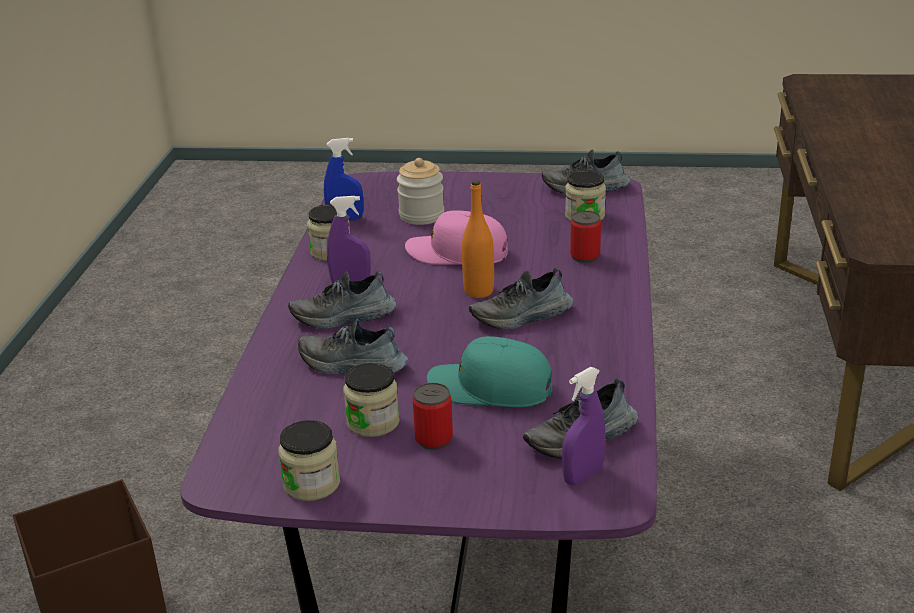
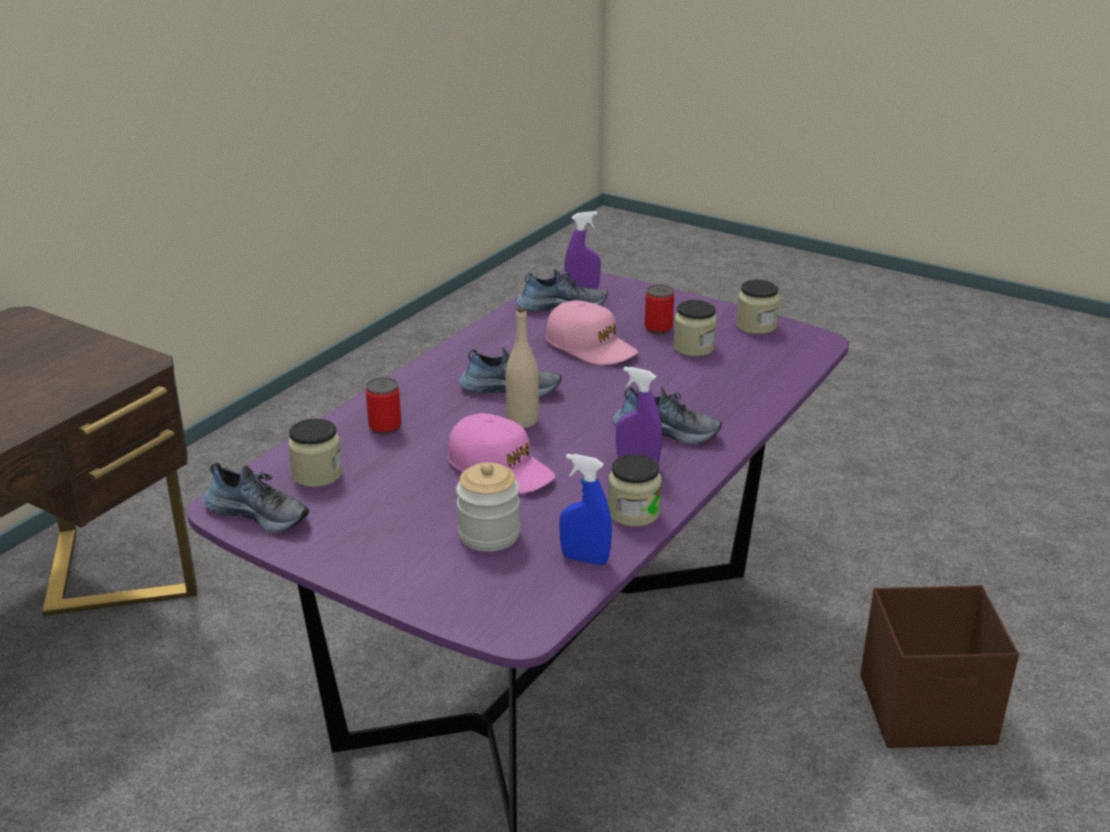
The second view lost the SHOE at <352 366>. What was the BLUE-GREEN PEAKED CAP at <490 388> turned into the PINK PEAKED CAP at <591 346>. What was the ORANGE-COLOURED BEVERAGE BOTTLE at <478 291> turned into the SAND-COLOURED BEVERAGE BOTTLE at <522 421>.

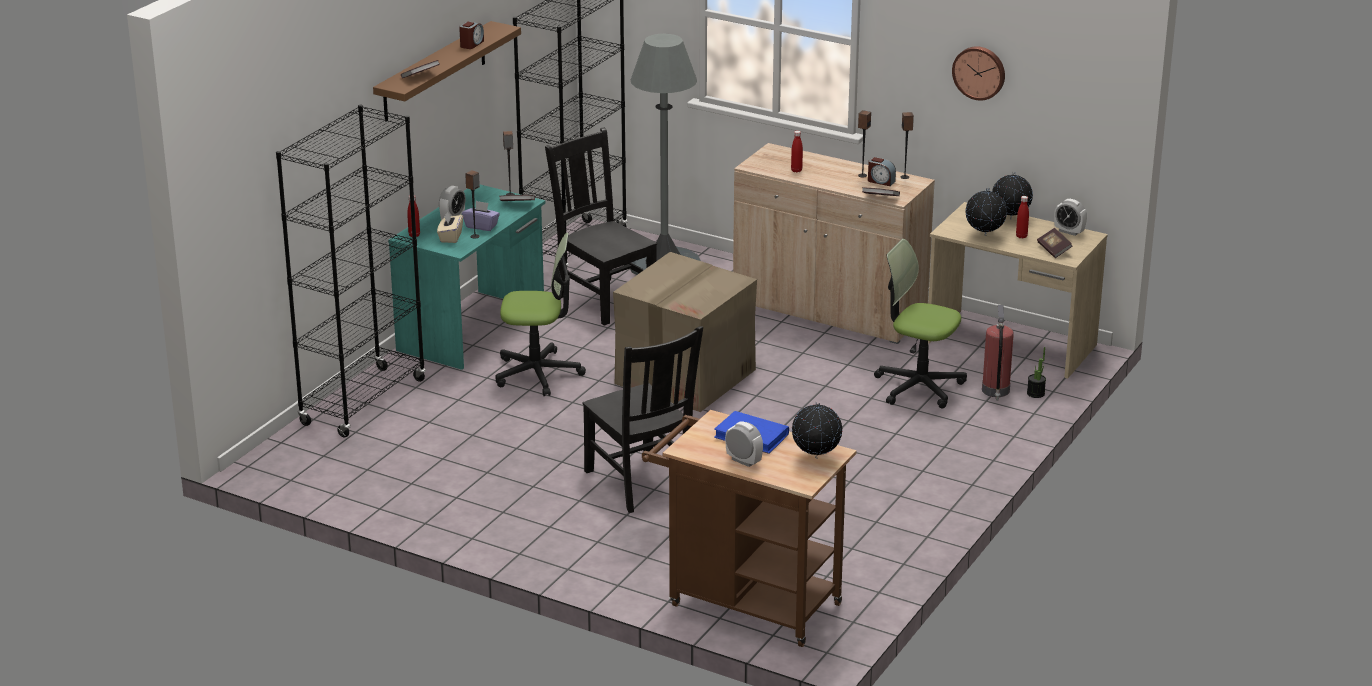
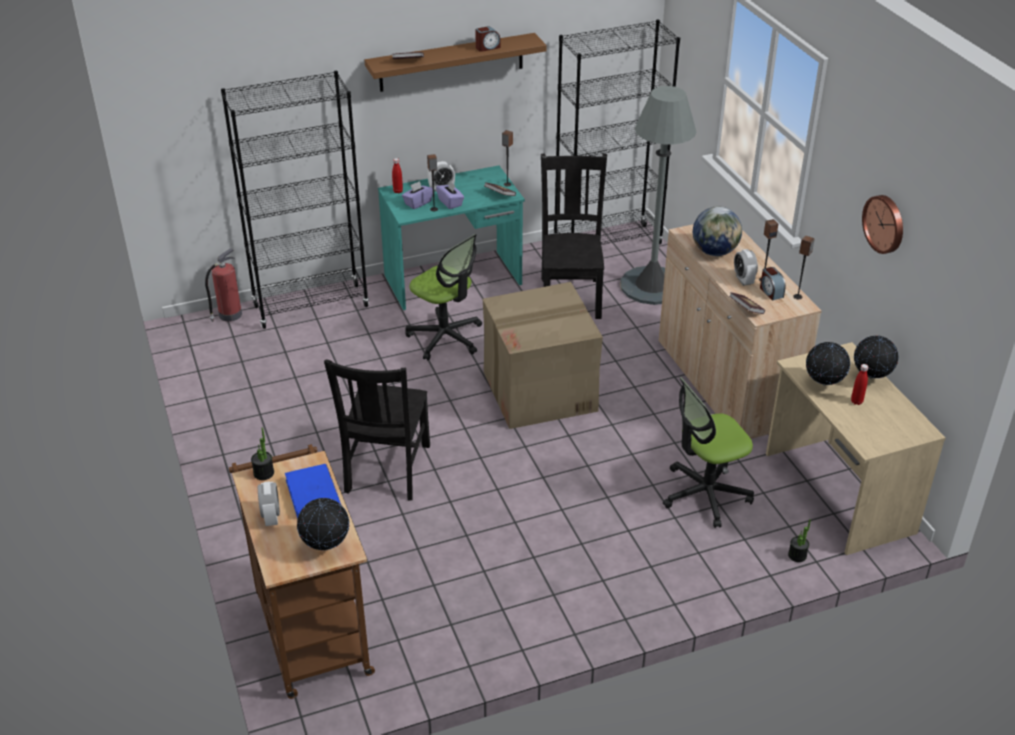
What was the SAND-COLOURED TISSUE BOX at <450 237> turned into the PURPLE TISSUE BOX at <417 203>. Where the RED-COLOURED BEVERAGE BOTTLE stood at <796 170>, the GLOBE came to stand at <715 252>. The DESK CHAIR at <918 386> ended up facing another way, 90 degrees counterclockwise from before. The FIRE-FIGHTING CYLINDER ended up elsewhere, having gone from <995 391> to <229 315>. The second view lost the VOLUME at <1054 250>. The TABLE CLOCK ended up elsewhere, having gone from <1069 231> to <743 280>. The second view gained the POTTED PLANT at <264 473>.

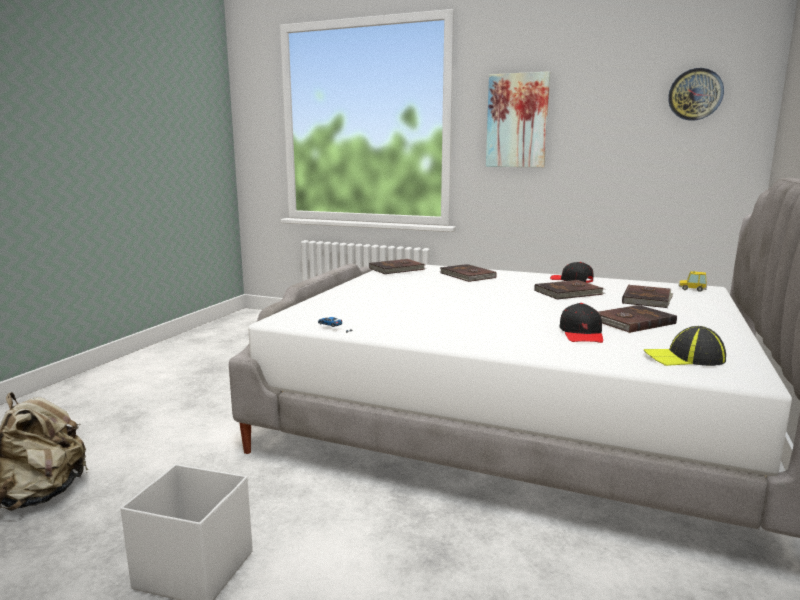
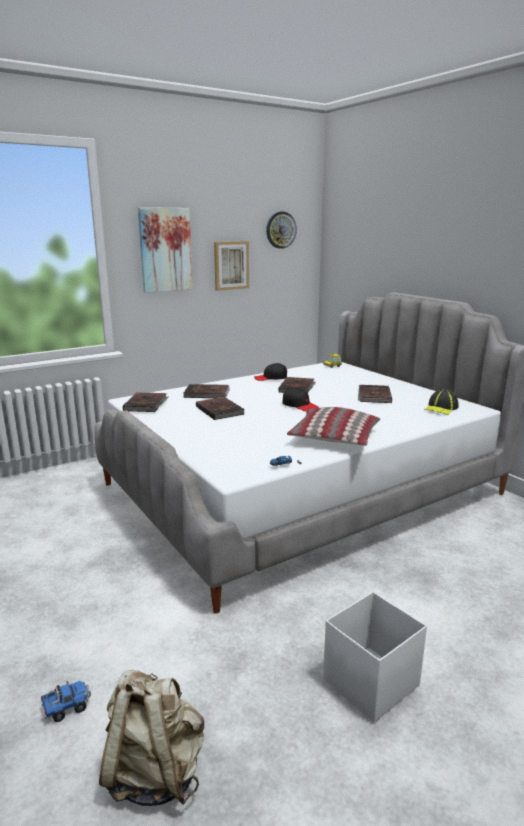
The BLACK PEAKED CAP ended up elsewhere, having gone from <581 334> to <300 405>. The BROWN-COLOURED VOLUME ended up elsewhere, having gone from <647 299> to <220 410>. The second view gained the TOY LORRY at <66 708>. The second view gained the WALL PICTURE at <231 265>. The second view gained the CUSHION at <334 438>.

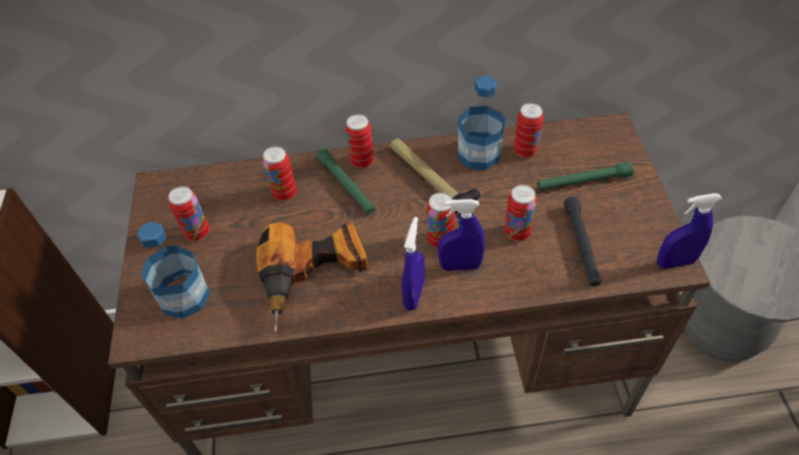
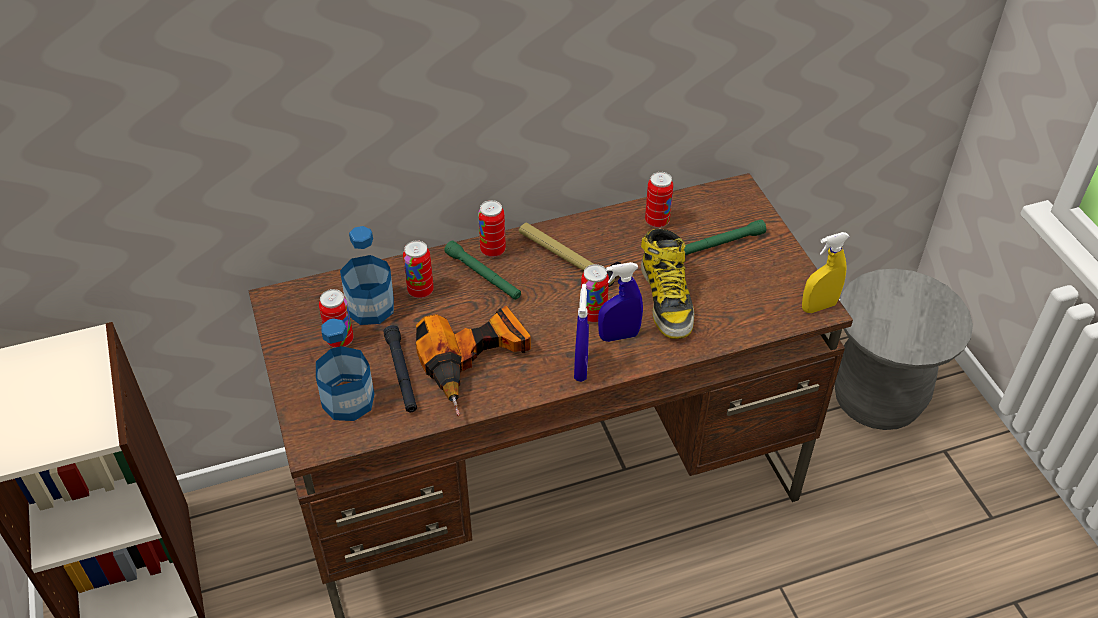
The BEVERAGE BOTTLE ended up elsewhere, having gone from <479 154> to <370 307>. Where the SEALED CAN stood at <517 232>, the TALL BOOT came to stand at <666 299>. The BLACK TORCH ended up elsewhere, having gone from <581 245> to <401 374>. What was the BLUE HAND SPRAYER at <675 262> turned into the YELLOW HAND SPRAYER at <818 306>.

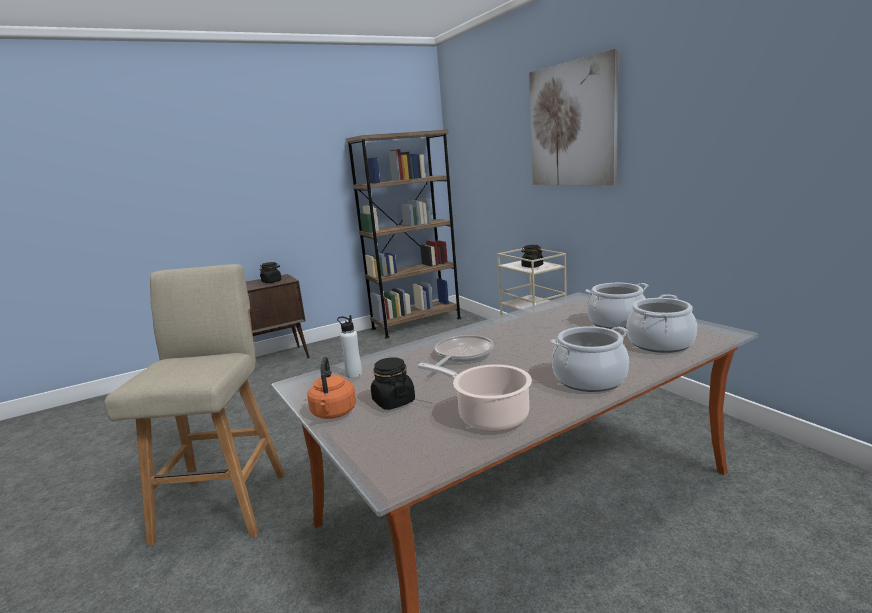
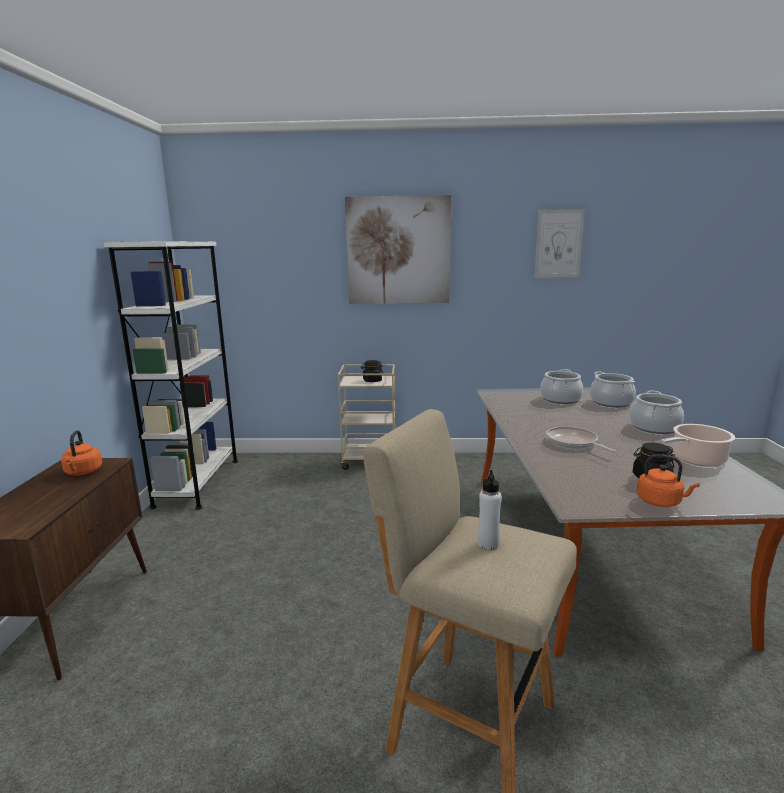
Where the BLACK JAR stood at <272 281>, the ORANGE-COLOURED TEA KETTLE came to stand at <83 472>. The WHITE-COLOURED BEVERAGE BOTTLE ended up elsewhere, having gone from <354 374> to <488 543>. What was the BROWN-COLOURED BOOKSHELF at <416 323> turned into the WHITE-COLOURED BOOKSHELF at <198 482>. The second view gained the WALL PICTURE at <558 244>.

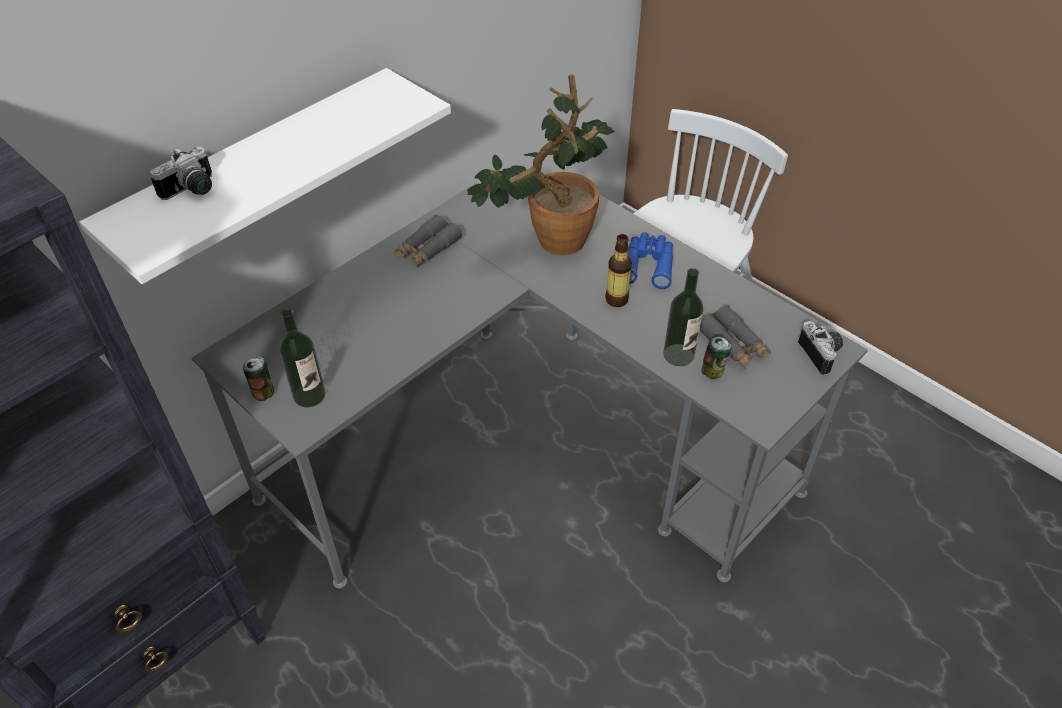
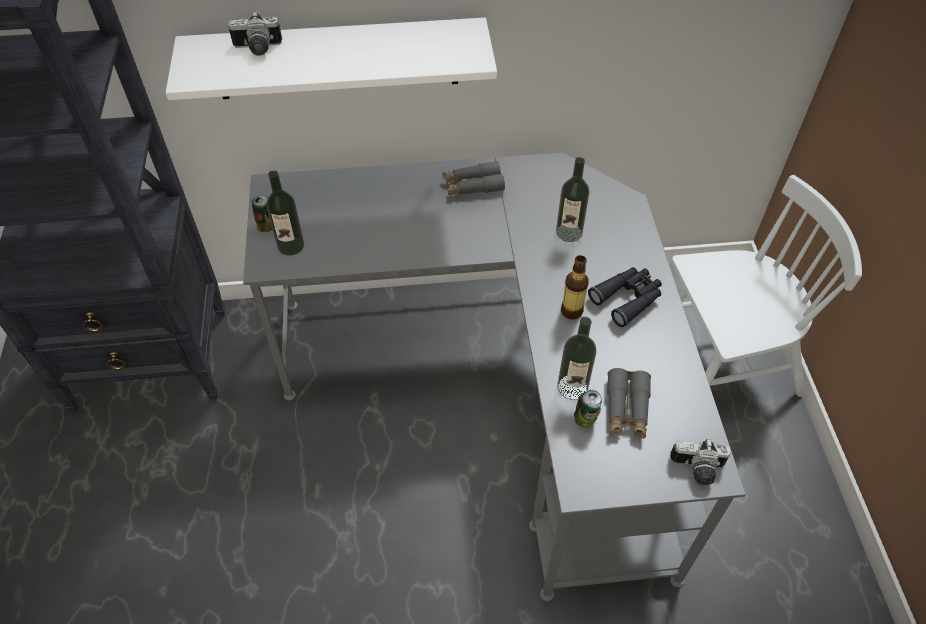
Where the POTTED PLANT stood at <549 242>, the BEVERAGE BOTTLE came to stand at <569 232>. What was the BLUE PAIR OF BINOCULARS at <647 265> turned into the BLACK PAIR OF BINOCULARS at <627 298>. The STILL CAMERA at <822 354> ended up facing another way, 75 degrees clockwise from before.

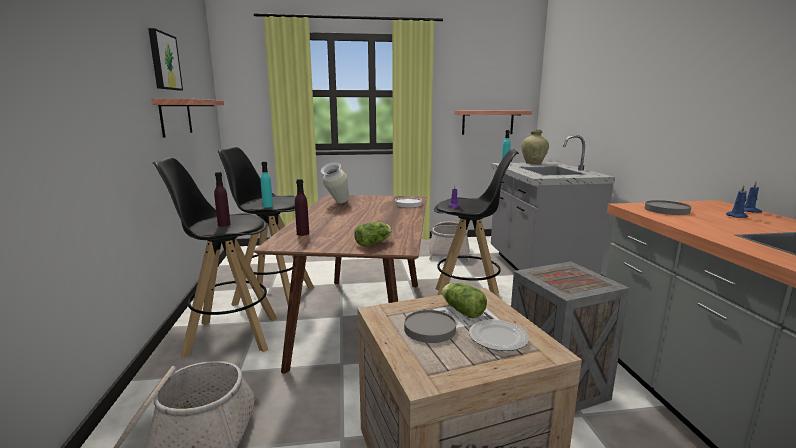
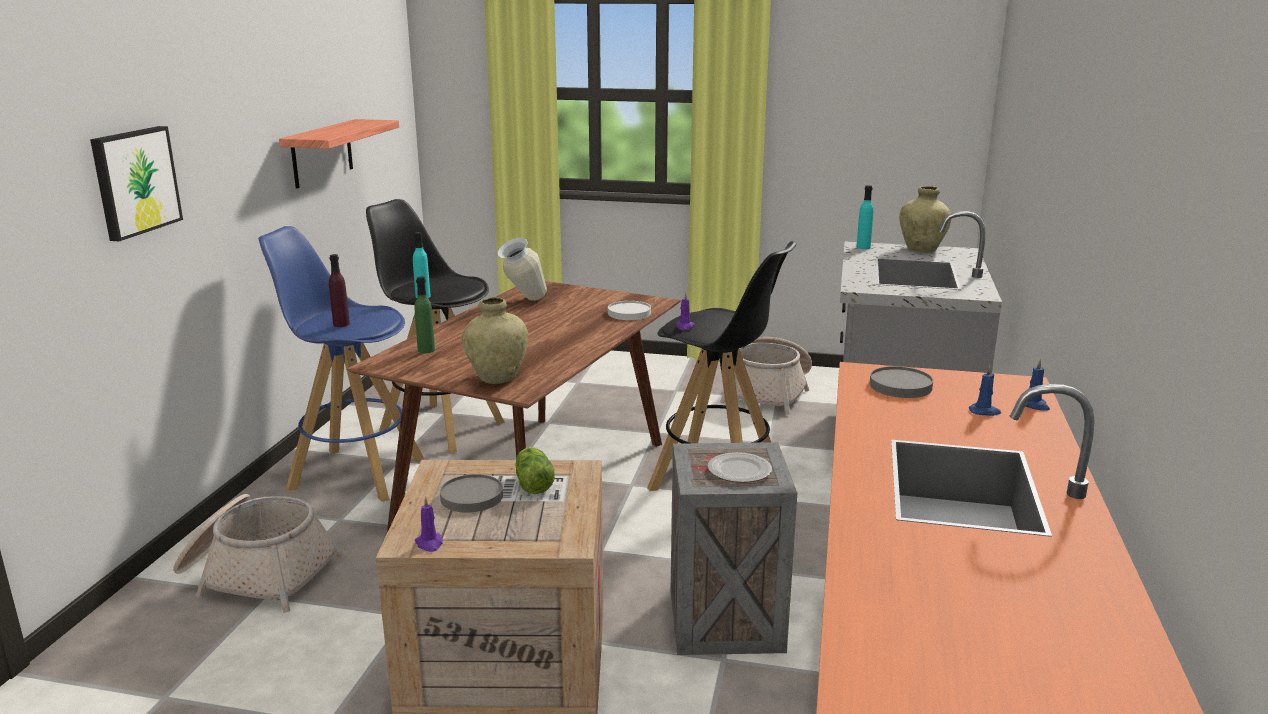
The WALL PICTURE ended up elsewhere, having gone from <163 61> to <134 181>. What was the BLACK SITTING STOOL at <231 336> turned into the BLUE SITTING STOOL at <355 474>. What was the PURPLE BEVERAGE BOTTLE at <303 233> turned into the GREEN BEVERAGE BOTTLE at <426 350>. Where the LETTUCE stood at <374 243>, the SAND-COLOURED DECORATIVE VASE came to stand at <497 377>. The second view lost the WALL SHELF at <487 122>. The PLATE ended up elsewhere, having gone from <498 338> to <739 471>. The second view gained the PURPLE WAX CANDLE at <429 544>.

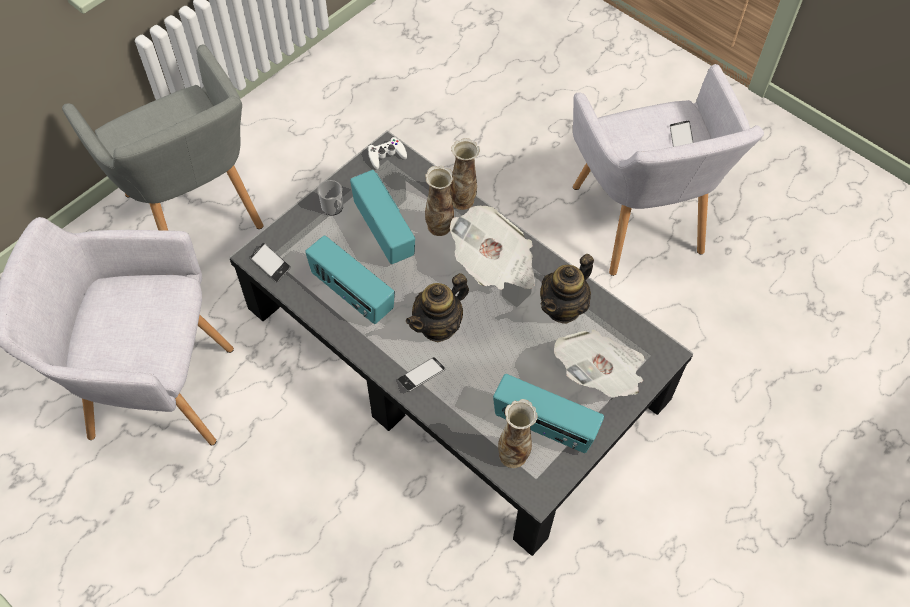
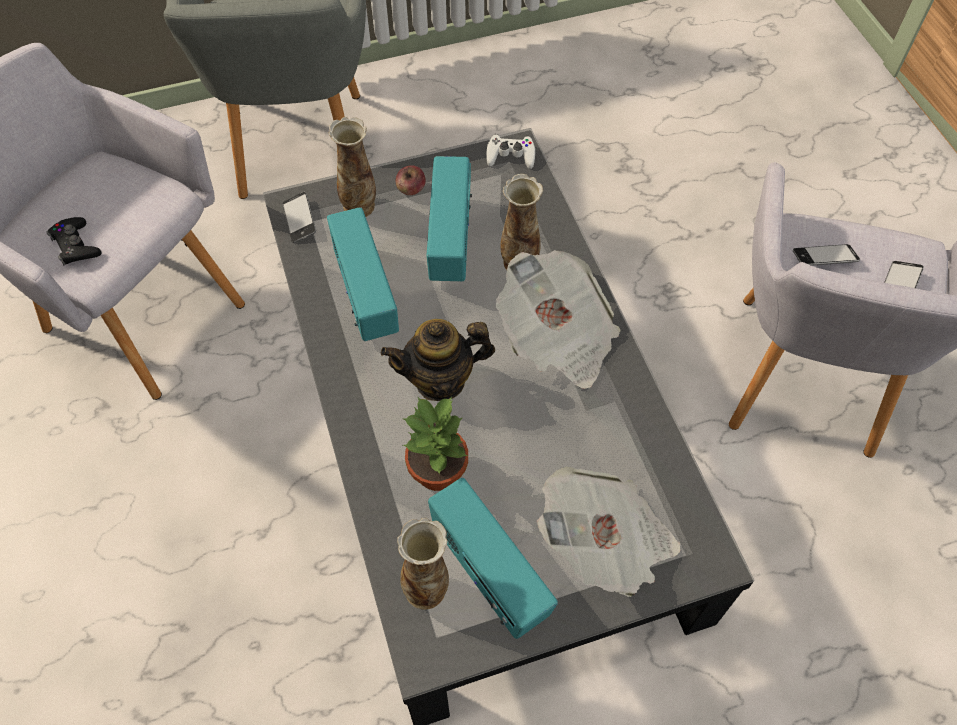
Where the MUG stood at <334 208>, the APPLE came to stand at <411 189>. The HANDSET ended up elsewhere, having gone from <421 376> to <824 258>. The DECORATIVE VASE ended up elsewhere, having gone from <463 200> to <359 207>. The second view lost the TEA POT at <563 307>. The second view gained the BLACK GAME CONTROLLER at <76 245>. The second view gained the POTTED PLANT at <438 469>.

